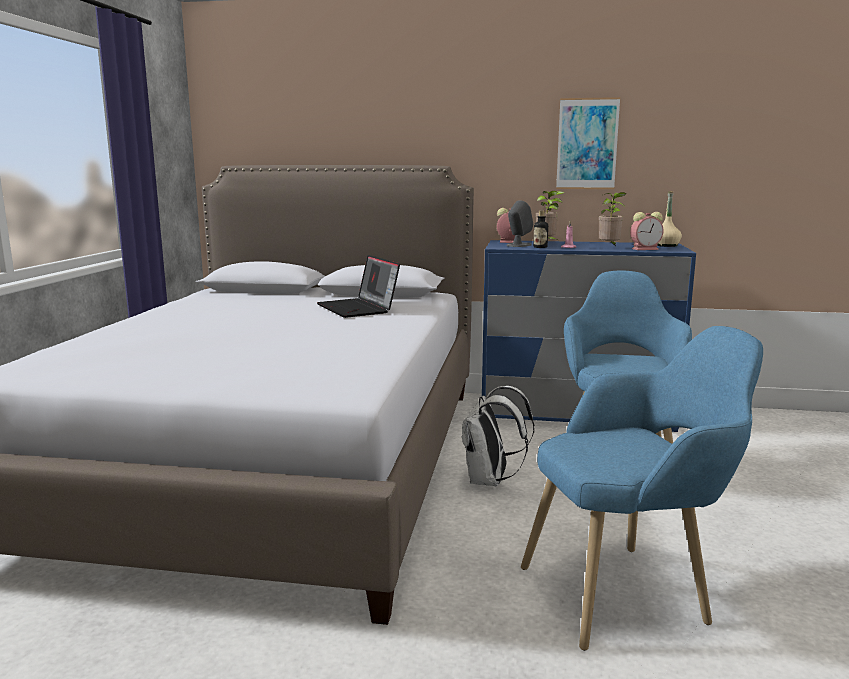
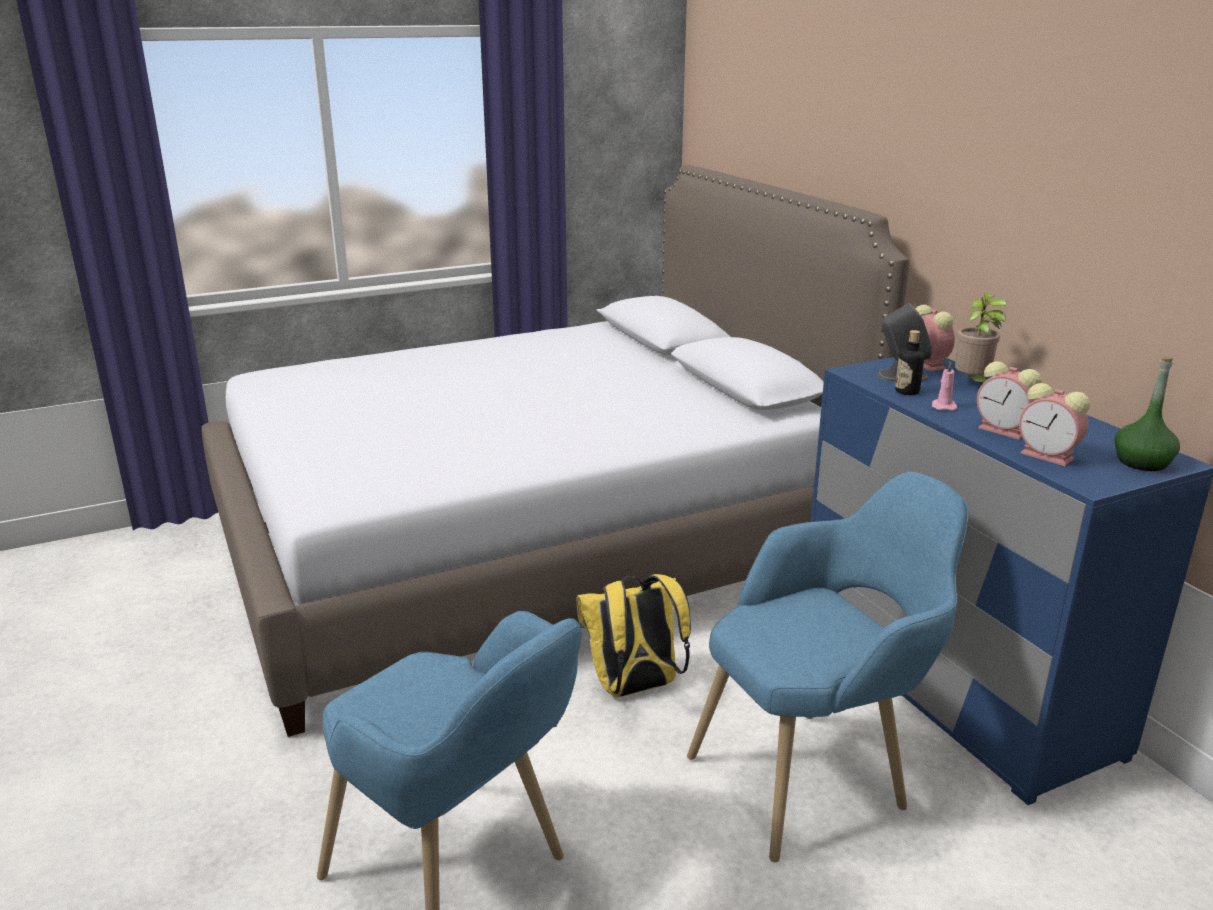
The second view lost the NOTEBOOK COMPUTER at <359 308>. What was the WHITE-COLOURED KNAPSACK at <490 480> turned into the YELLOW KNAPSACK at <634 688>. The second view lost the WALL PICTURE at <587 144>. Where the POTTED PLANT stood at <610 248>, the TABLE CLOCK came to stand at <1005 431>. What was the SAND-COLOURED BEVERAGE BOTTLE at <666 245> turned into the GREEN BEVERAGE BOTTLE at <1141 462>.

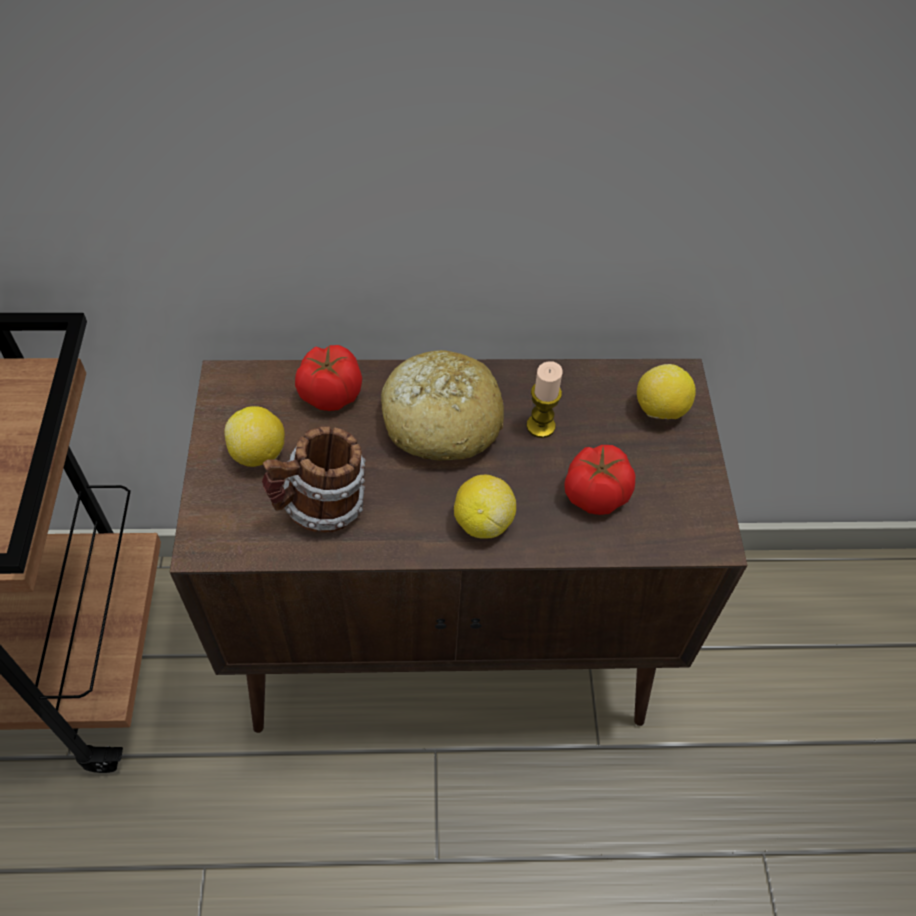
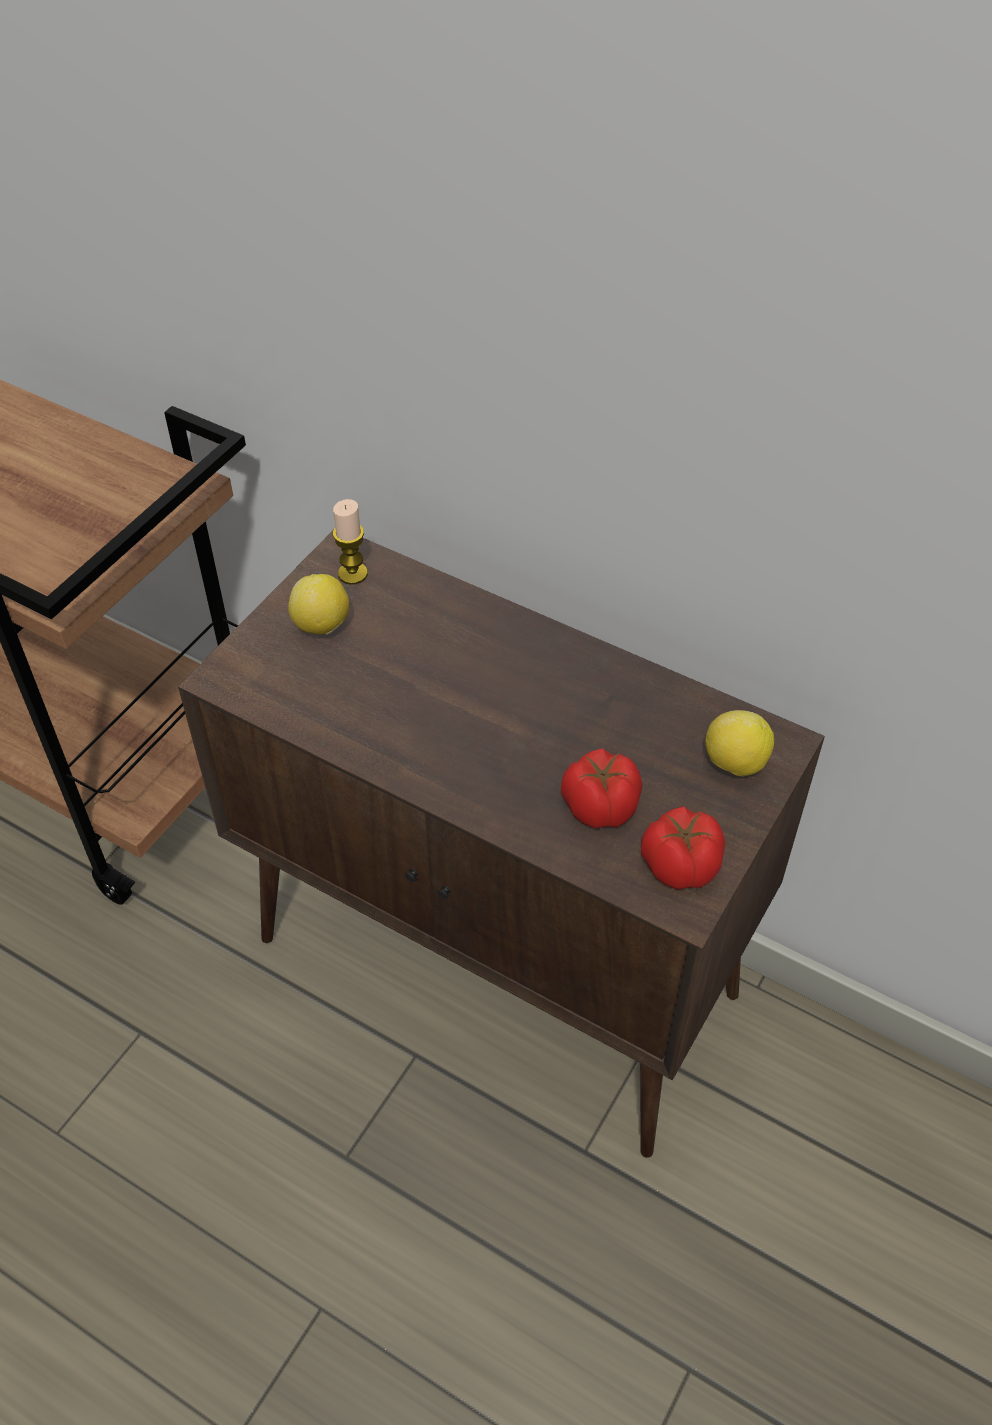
The second view lost the MUG at <321 508>. The TOMATO ended up elsewhere, having gone from <329 394> to <678 866>. The second view lost the BAKERY BREAD at <441 420>. The second view lost the LEMON at <483 522>. The WAX CANDLE ended up elsewhere, having gone from <540 426> to <353 574>.

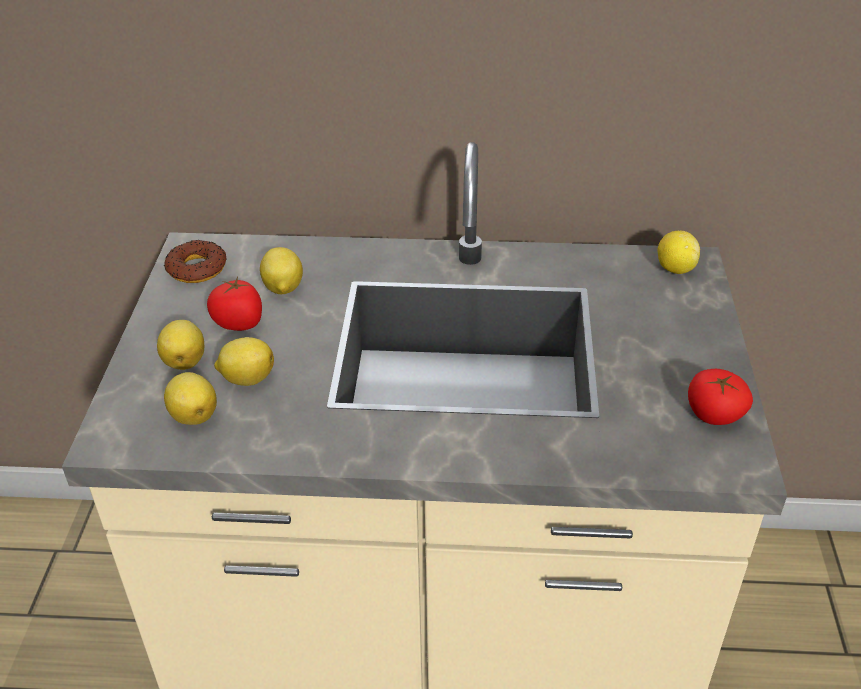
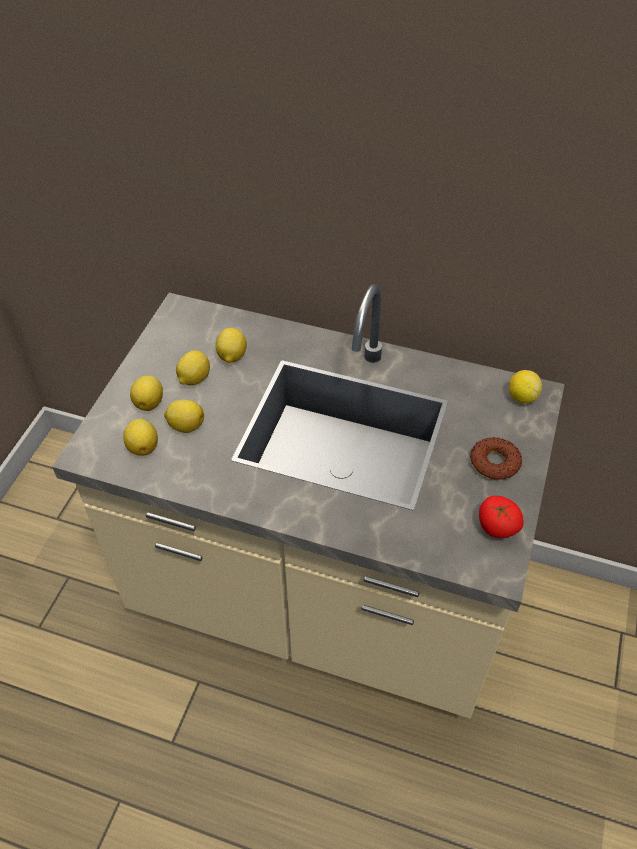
The DONUT ended up elsewhere, having gone from <196 268> to <494 462>. Where the TOMATO stood at <239 322>, the LEMON came to stand at <194 379>.

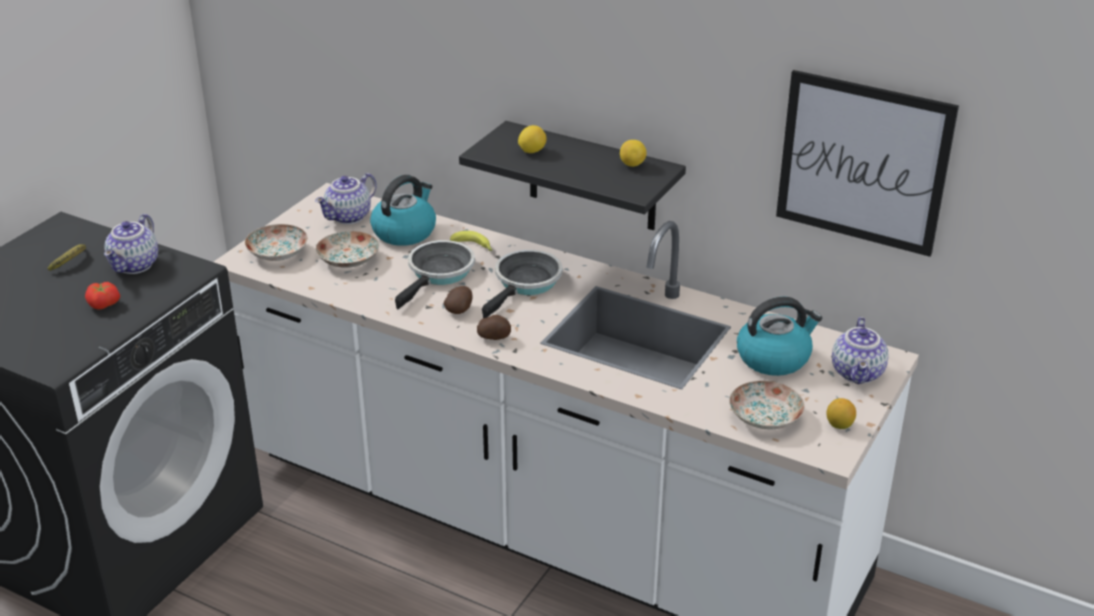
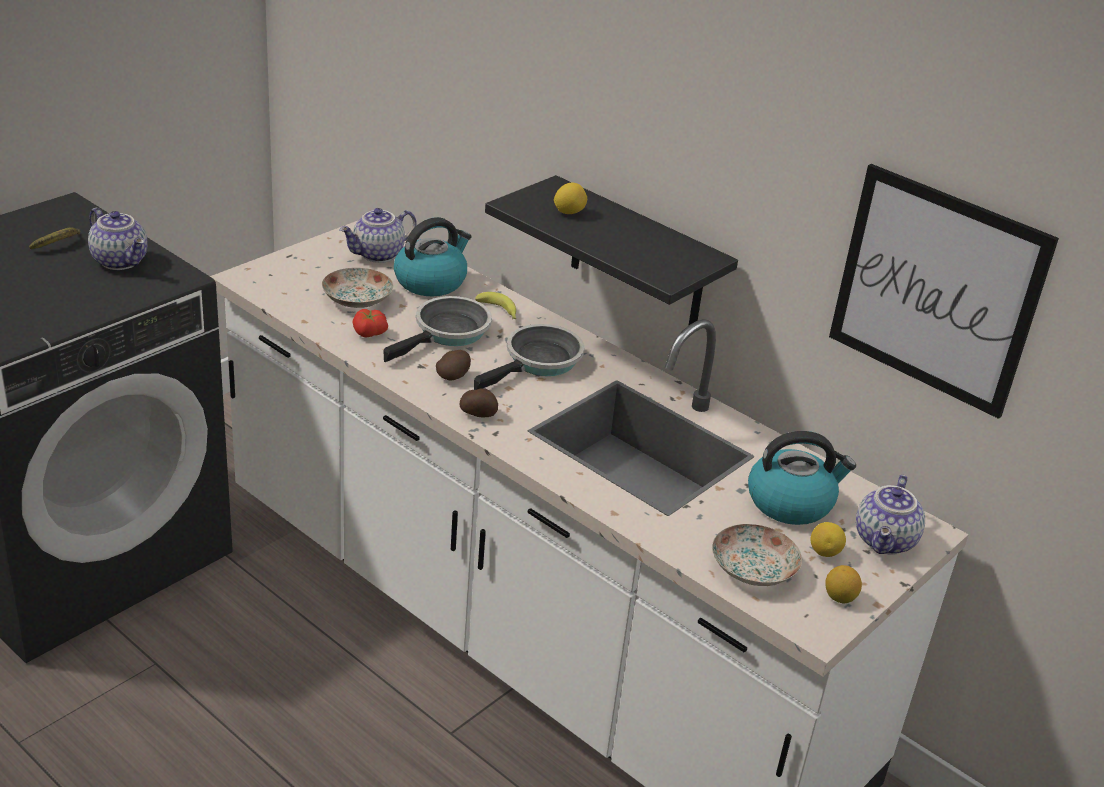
The TOMATO ended up elsewhere, having gone from <103 305> to <369 333>. The TEA POT at <135 266> ended up facing another way, 75 degrees counterclockwise from before. The second view lost the PLATE at <278 253>. The LEMON ended up elsewhere, having gone from <632 165> to <824 552>.

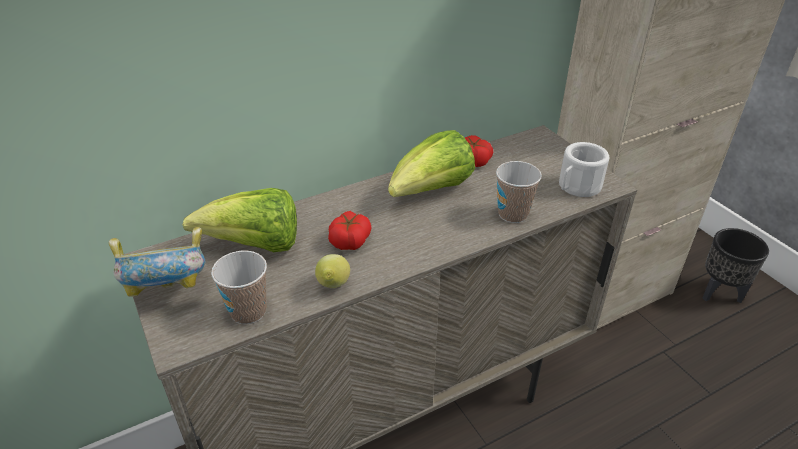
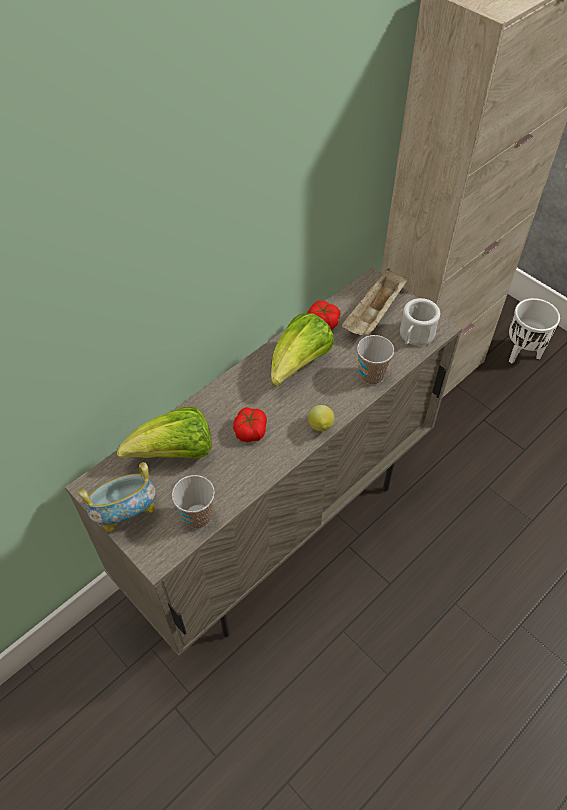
The LEMON ended up elsewhere, having gone from <333 286> to <320 427>. What was the BLACK PLANT POT at <720 293> turned into the WHITE-COLOURED PLANT POT at <522 353>. The second view gained the SAND-COLOURED TRAY at <374 315>.

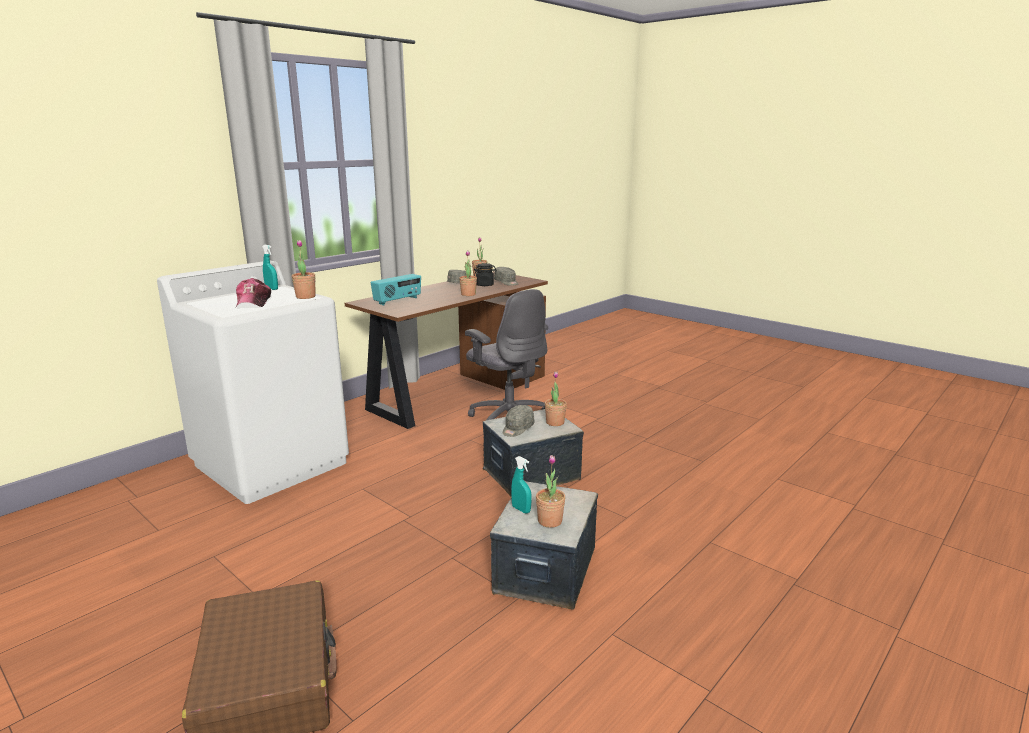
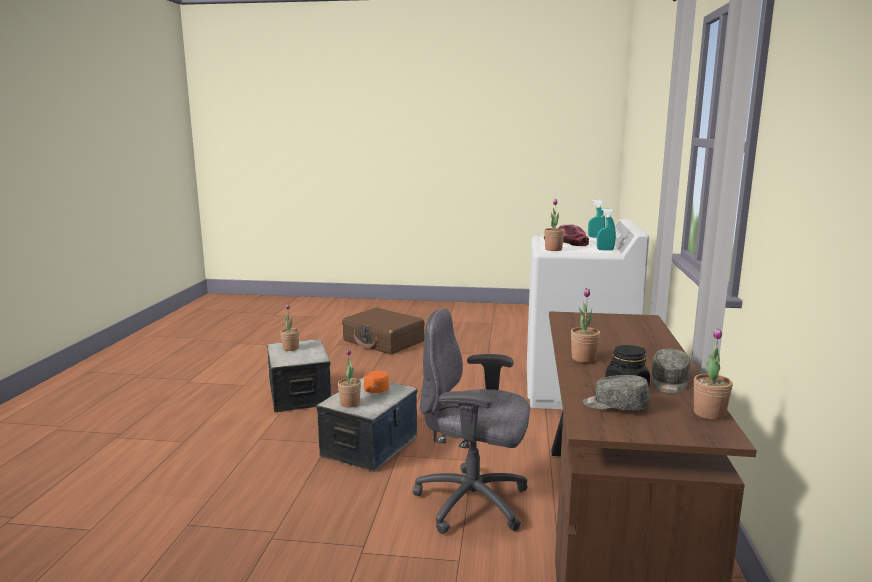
The second view lost the RADIO RECEIVER at <398 301>. What was the GREY PEAKED CAP at <517 429> turned into the ORANGE-COLOURED PEAKED CAP at <376 388>. The BLUE-GREEN HAND SPRAYER ended up elsewhere, having gone from <521 509> to <595 237>.

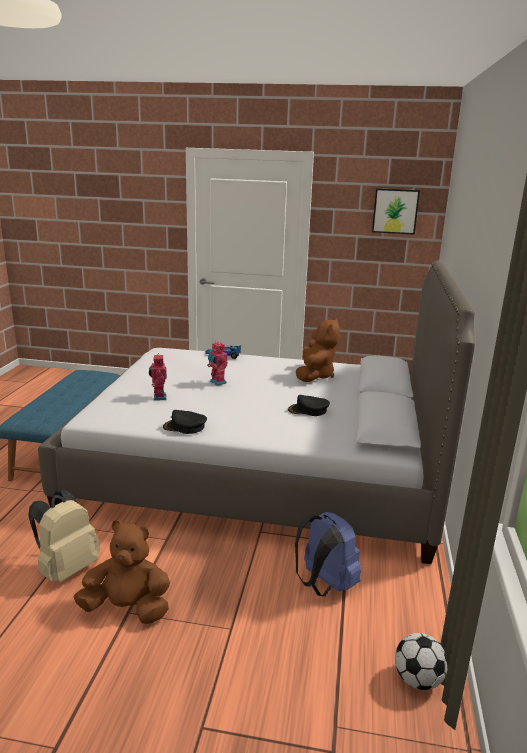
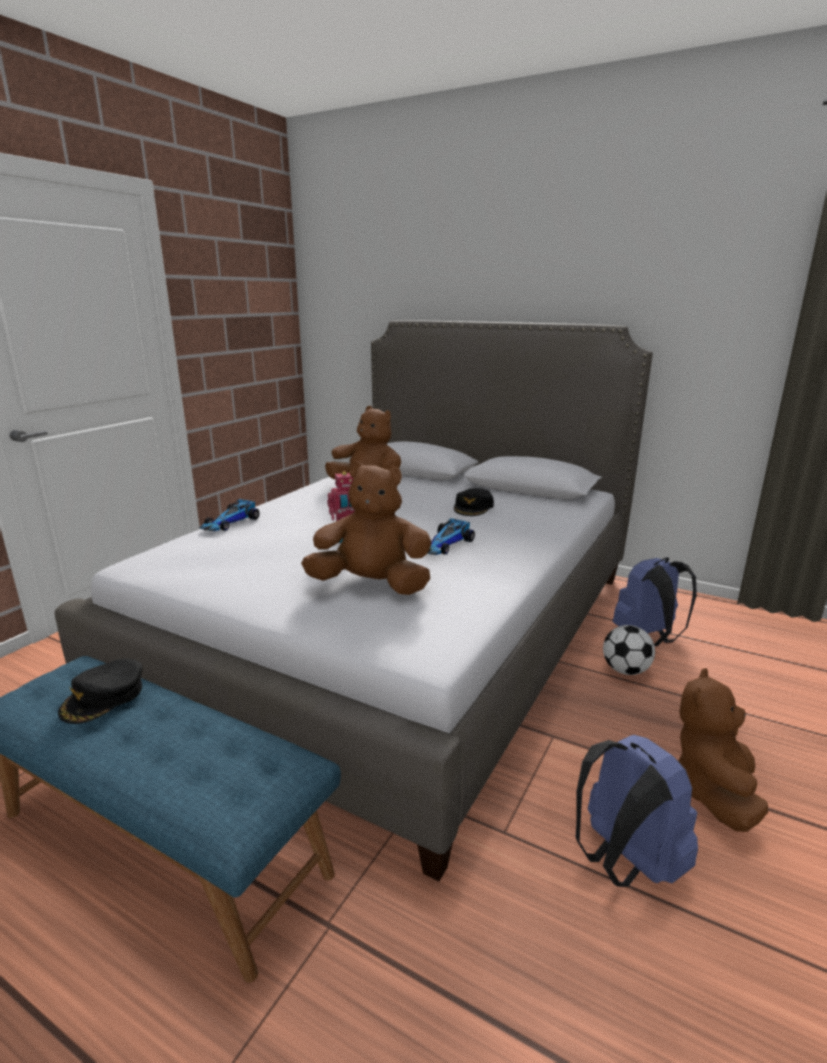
What was the SAND-COLOURED KNAPSACK at <66 568> turned into the BLUE KNAPSACK at <624 861>. Where the MODEL ROBOT stood at <158 397>, the BROWN-COLOURED PLUSH TOY came to stand at <372 585>. The BLACK PEAKED CAP ended up elsewhere, having gone from <184 427> to <104 697>. The second view lost the WALL PICTURE at <395 211>. The BALL FOR FOOTBALL ended up elsewhere, having gone from <417 680> to <625 670>. The second view gained the TOY CAR at <445 545>.

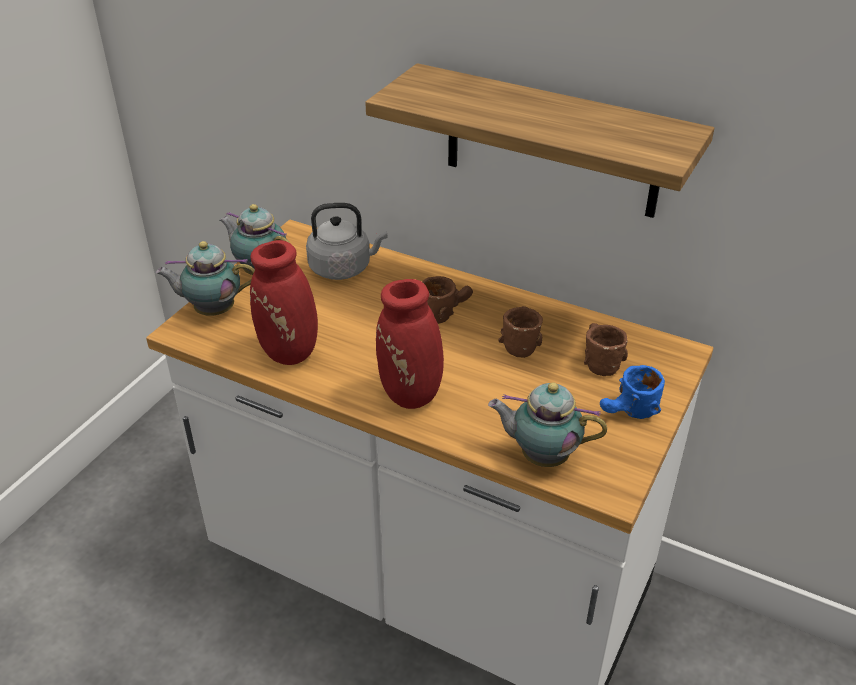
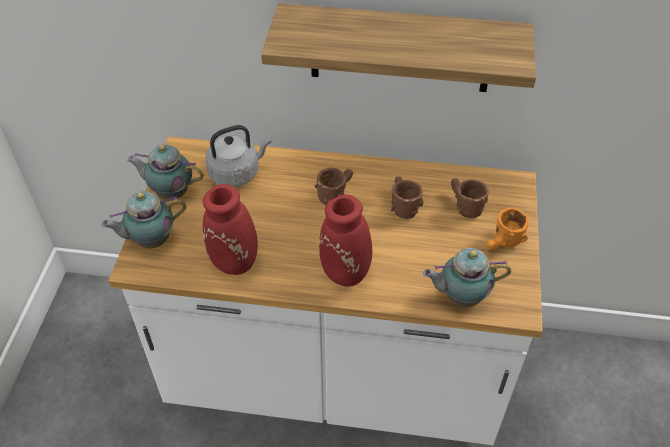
What was the BLUE MUG at <629 413> turned into the ORANGE-COLOURED MUG at <504 244>.

